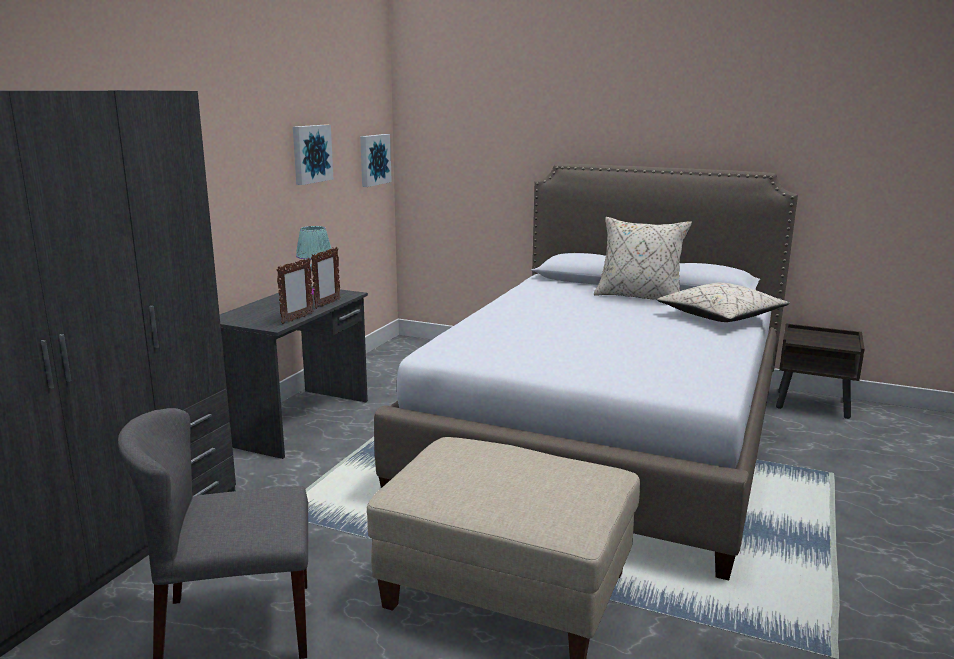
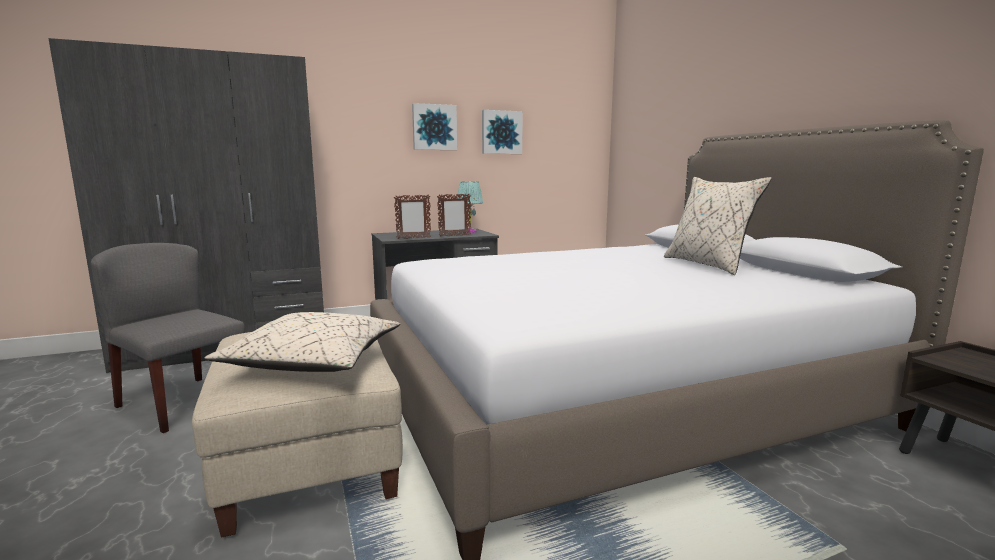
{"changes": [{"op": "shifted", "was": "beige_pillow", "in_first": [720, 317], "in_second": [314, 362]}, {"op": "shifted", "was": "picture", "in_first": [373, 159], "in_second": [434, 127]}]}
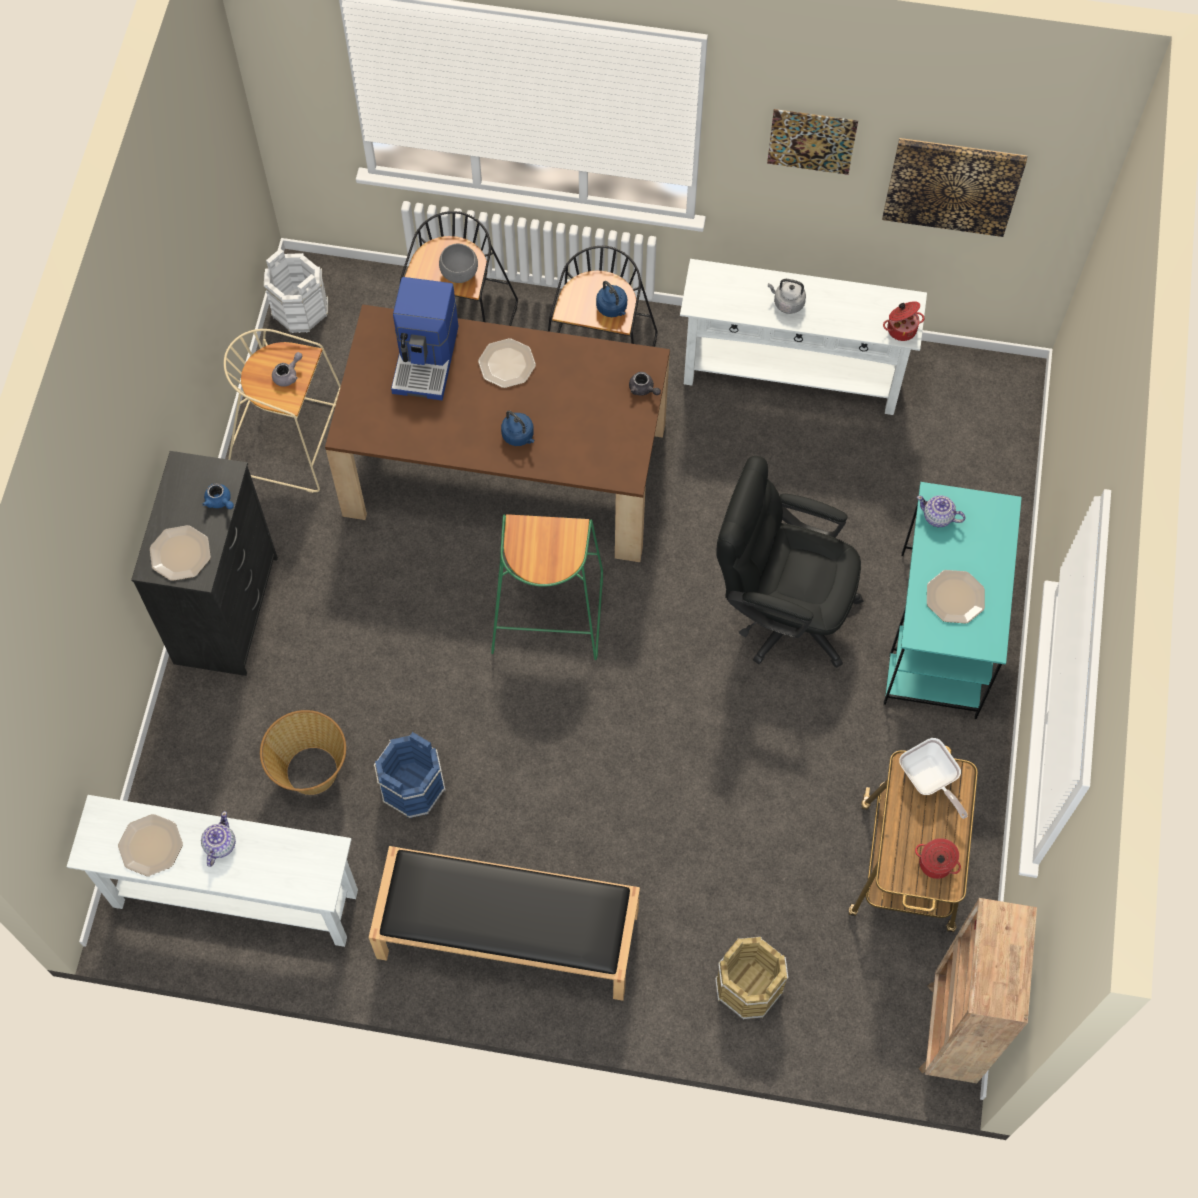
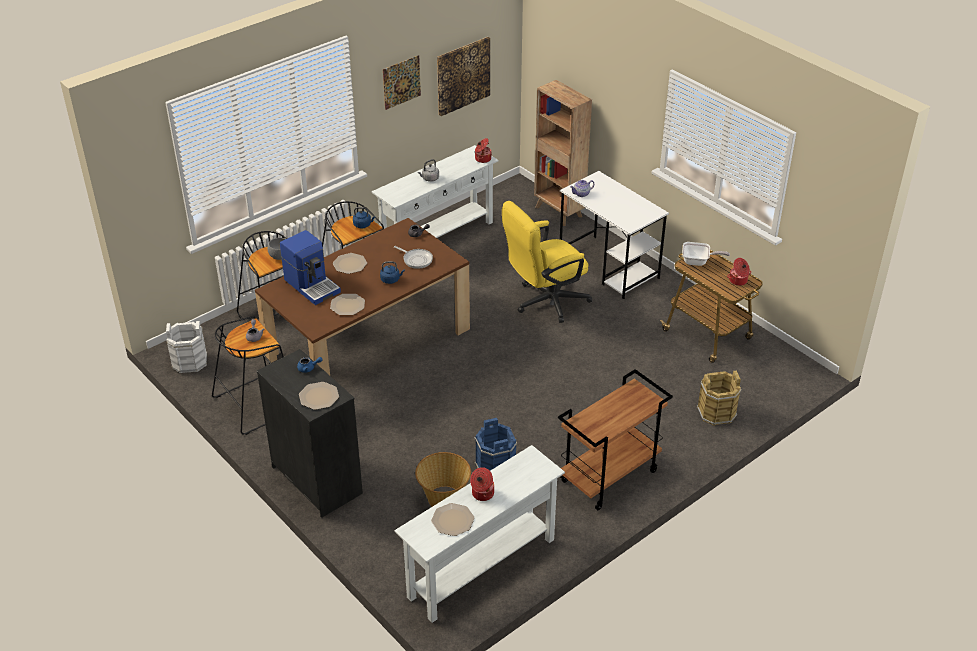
{"changes": [{"op": "repainted", "was": "beige_stool", "now": "black_stool", "in_first": [293, 440], "in_second": [256, 403]}, {"op": "shifted", "was": "plate", "in_first": [955, 597], "in_second": [348, 305]}, {"op": "new", "now": "frying_pan", "in_second": [416, 260]}, {"op": "swapped", "was": "teapot", "now": "cooking_pot", "in_first": [219, 845], "in_second": [482, 494]}, {"op": "repainted", "was": "black_office_chair", "now": "yellow_office_chair", "in_first": [781, 610], "in_second": [545, 302]}, {"op": "shifted", "was": "brown_bookcase", "in_first": [950, 1034], "in_second": [559, 212]}, {"op": "swapped", "was": "black_bench", "now": "brown_cart", "in_first": [506, 935], "in_second": [609, 477]}, {"op": "repainted", "was": "turquoise_desk", "now": "white_desk", "in_first": [938, 635], "in_second": [609, 267]}, {"op": "gone", "was": "green_stool", "in_first": [546, 611]}]}
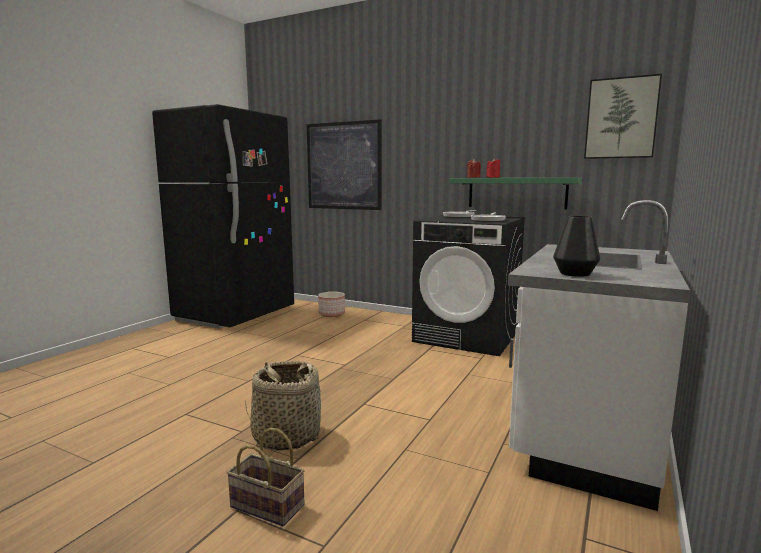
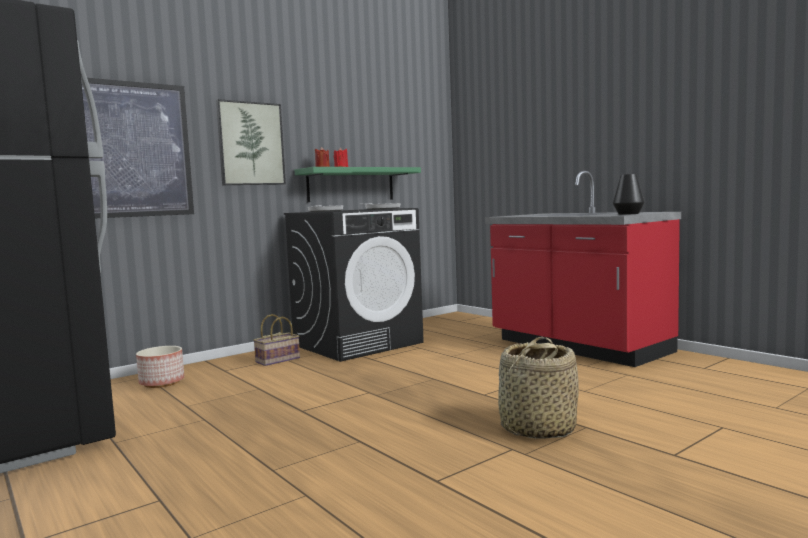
{"changes": [{"op": "shifted", "was": "picture", "in_first": [621, 118], "in_second": [251, 144]}, {"op": "shifted", "was": "basket", "in_first": [265, 506], "in_second": [277, 360]}, {"op": "repainted", "was": "white_counter", "now": "red_counter", "in_first": [584, 431], "in_second": [578, 346]}]}
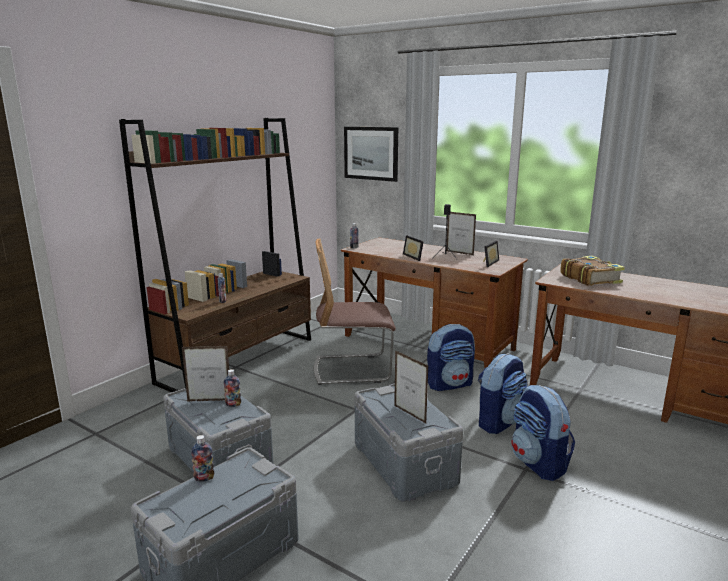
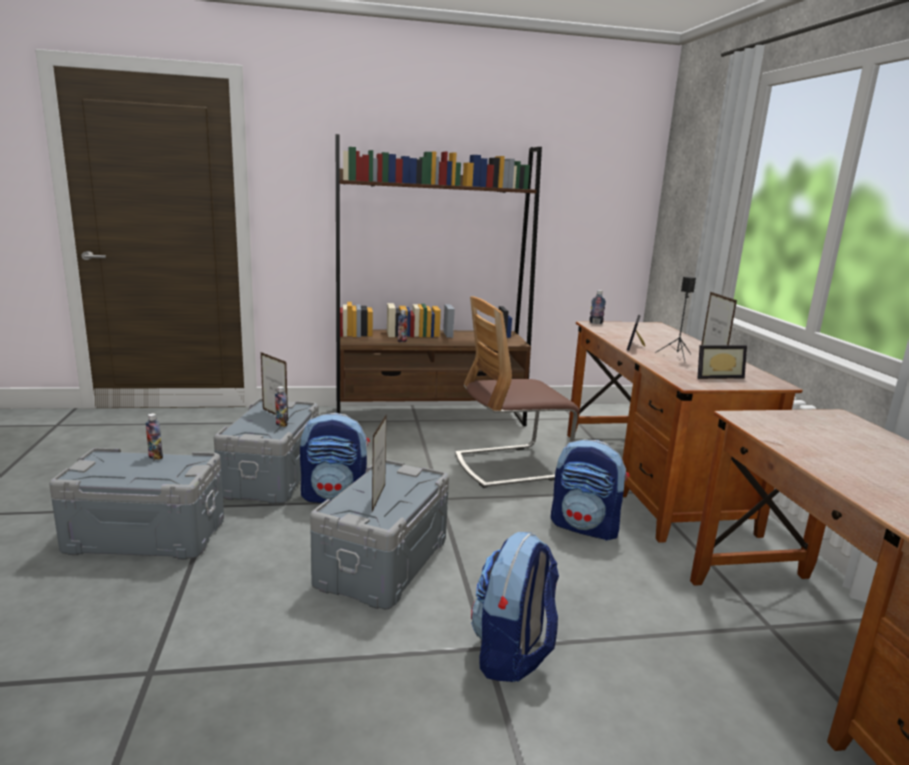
{"changes": [{"op": "shifted", "was": "backpack", "in_first": [499, 422], "in_second": [335, 497]}, {"op": "rotated", "was": "chair", "in_first": [352, 369], "in_second": [510, 466], "clockwise": -60}, {"op": "gone", "was": "picture", "in_first": [371, 153]}, {"op": "gone", "was": "book", "in_first": [590, 279]}]}
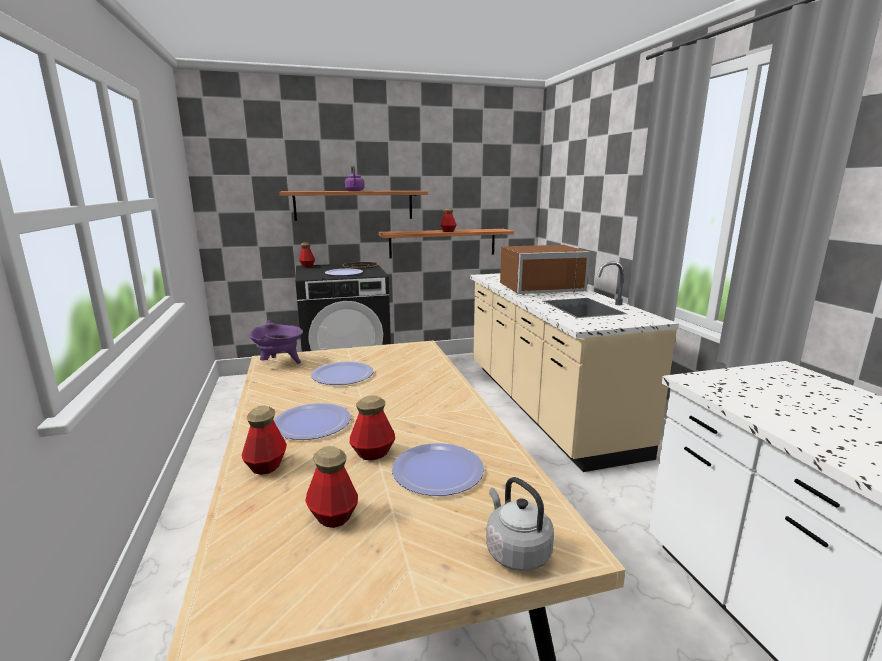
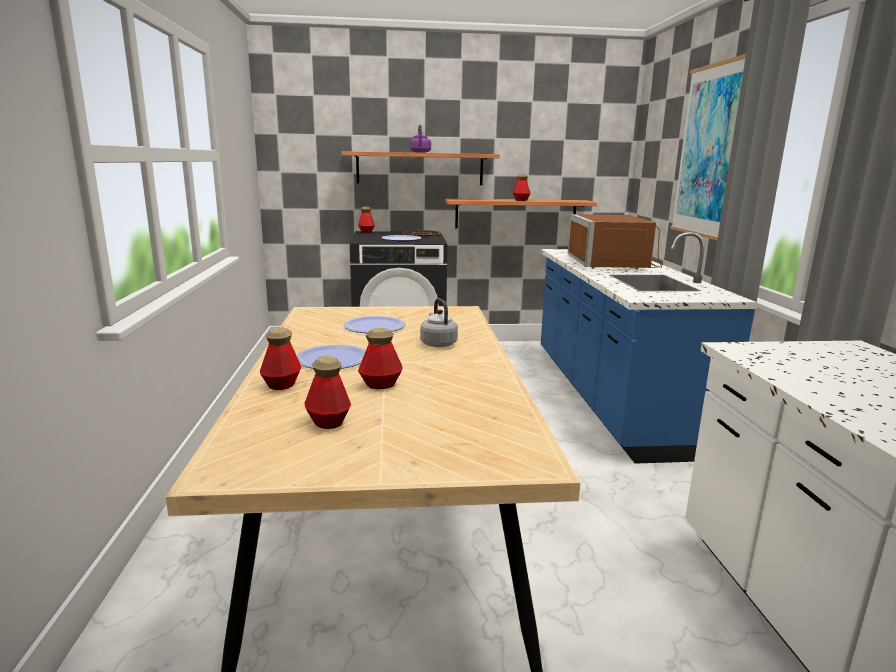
{"changes": [{"op": "shifted", "was": "grey_kettle", "in_first": [515, 551], "in_second": [438, 343]}, {"op": "repainted", "was": "beige_counter", "now": "blue_counter", "in_first": [545, 406], "in_second": [611, 398]}, {"op": "rotated", "was": "brown_microwave", "in_first": [539, 288], "in_second": [613, 263], "clockwise": 90}, {"op": "new", "now": "picture", "in_second": [709, 151]}, {"op": "gone", "was": "purple_cooking_pot", "in_first": [279, 363]}, {"op": "gone", "was": "plate", "in_first": [438, 471]}]}
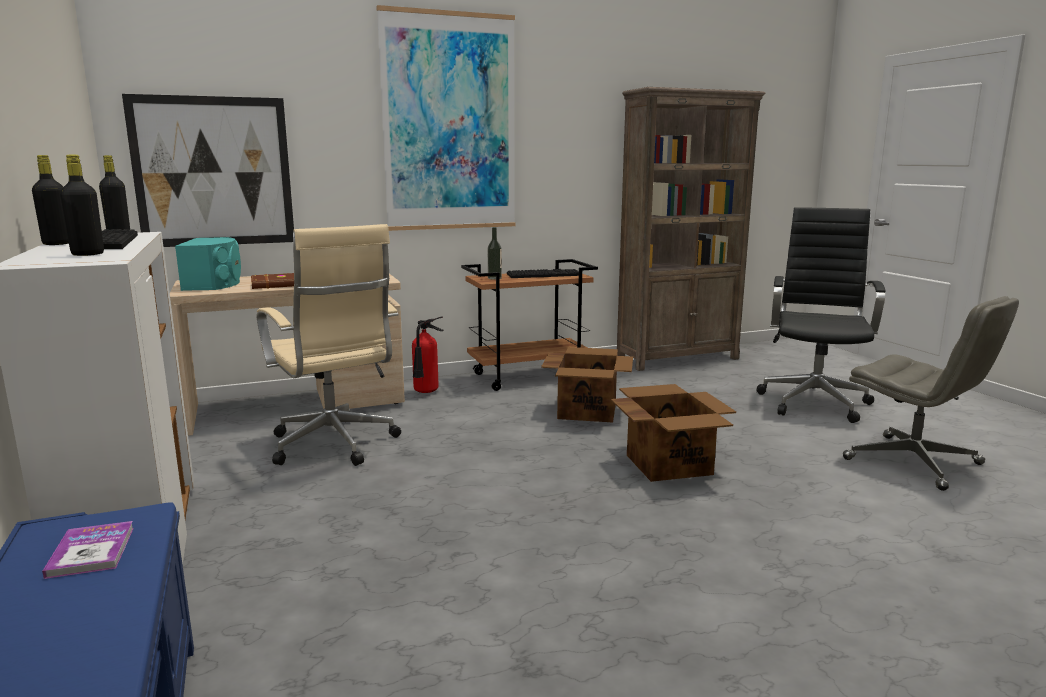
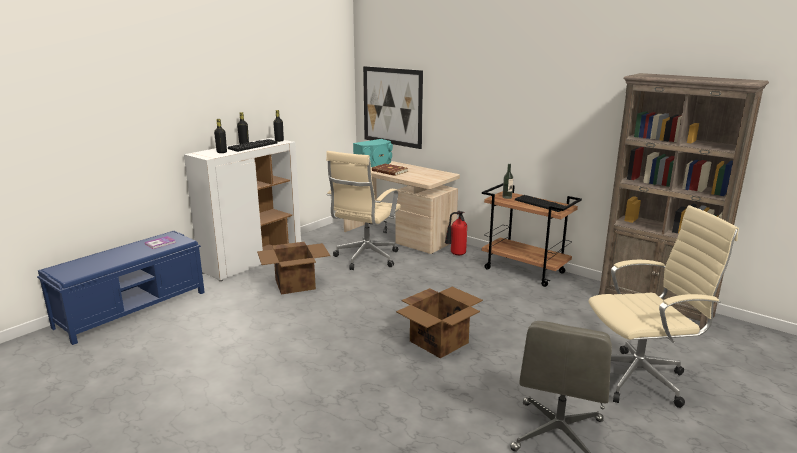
{"changes": [{"op": "shifted", "was": "cardboard_box", "in_first": [587, 411], "in_second": [296, 284]}, {"op": "repainted", "was": "black_office_chair", "now": "beige_office_chair", "in_first": [814, 402], "in_second": [641, 379]}, {"op": "gone", "was": "picture", "in_first": [449, 123]}]}
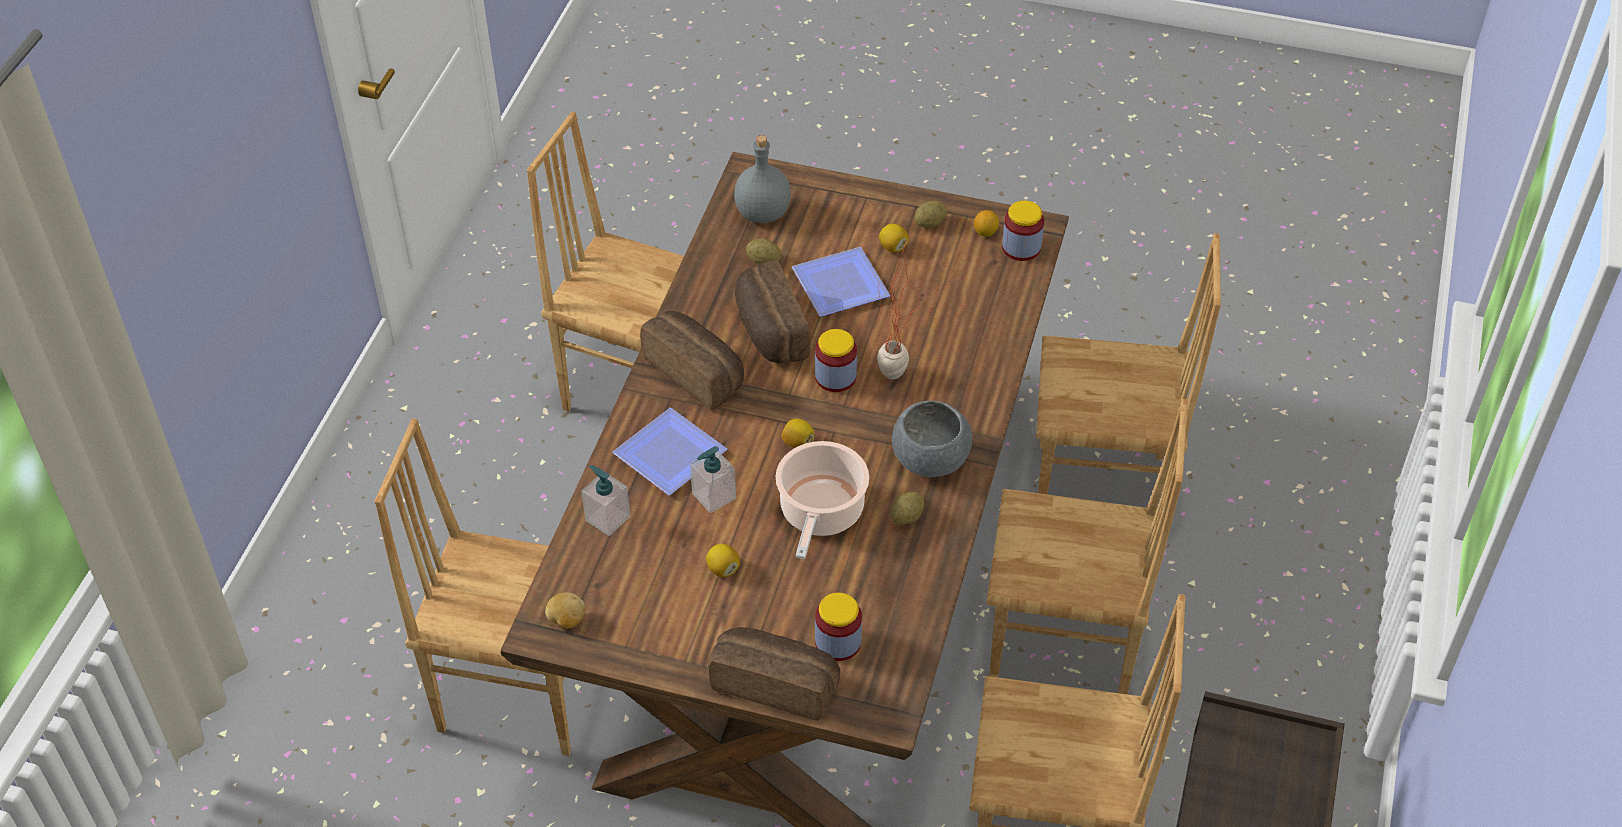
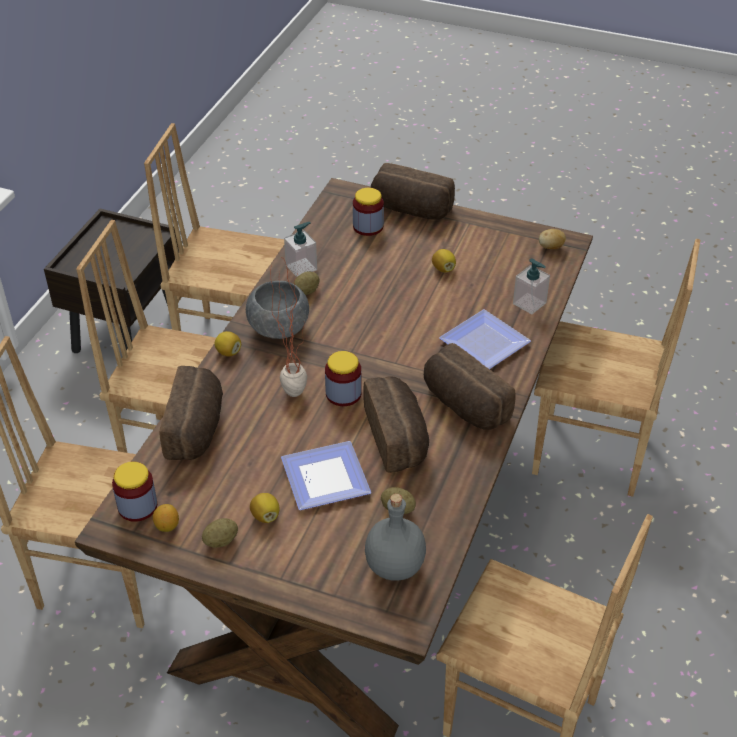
{"changes": [{"op": "new", "now": "bread", "in_second": [197, 429]}, {"op": "shifted", "was": "lemon", "in_first": [798, 443], "in_second": [228, 352]}, {"op": "shifted", "was": "soap_dispenser", "in_first": [713, 496], "in_second": [301, 267]}, {"op": "gone", "was": "cooking_pot", "in_first": [820, 513]}]}
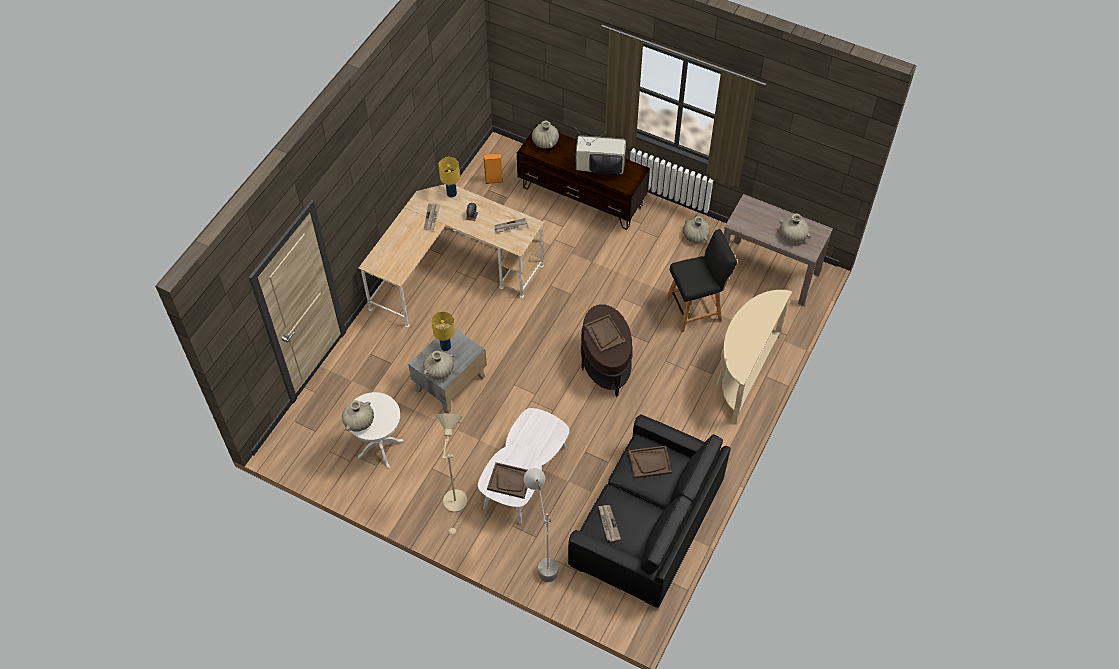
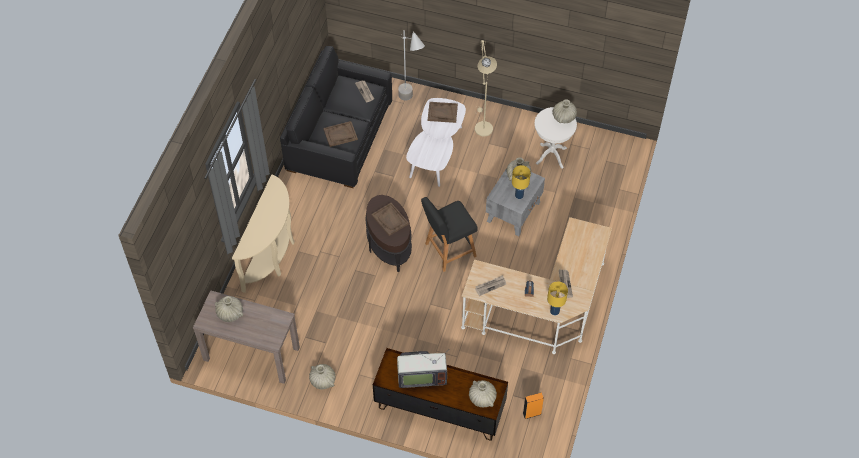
{"changes": [{"op": "shifted", "was": "black_stool", "in_first": [696, 309], "in_second": [448, 251]}]}
